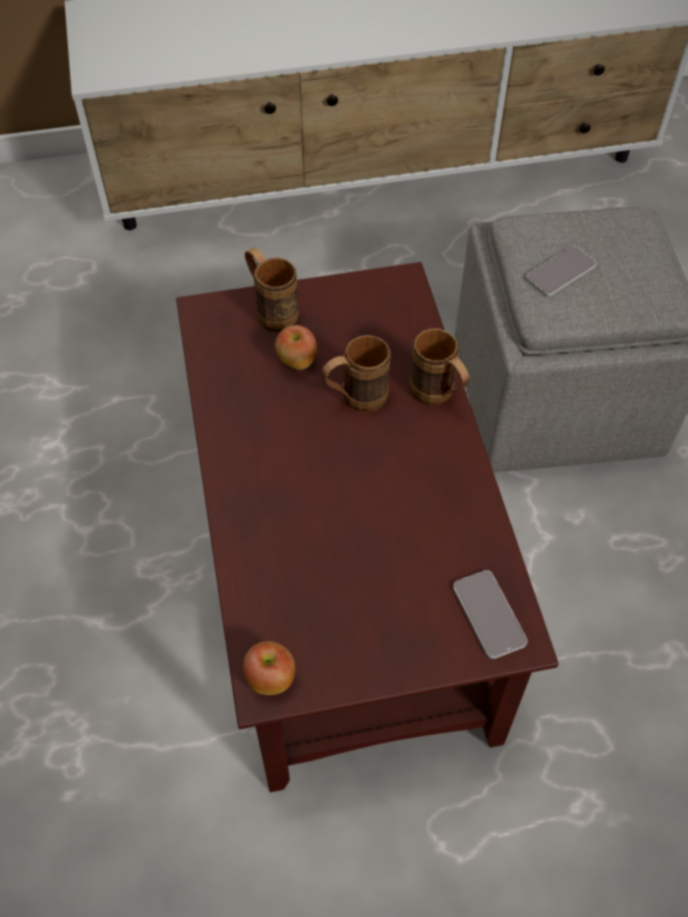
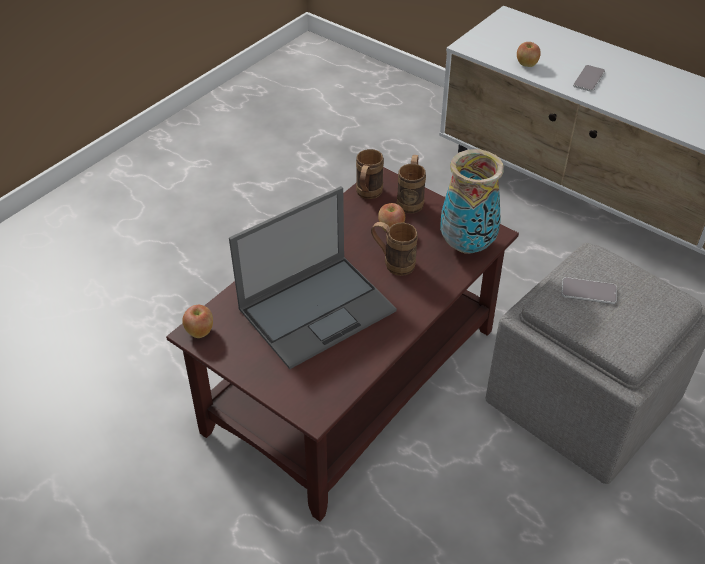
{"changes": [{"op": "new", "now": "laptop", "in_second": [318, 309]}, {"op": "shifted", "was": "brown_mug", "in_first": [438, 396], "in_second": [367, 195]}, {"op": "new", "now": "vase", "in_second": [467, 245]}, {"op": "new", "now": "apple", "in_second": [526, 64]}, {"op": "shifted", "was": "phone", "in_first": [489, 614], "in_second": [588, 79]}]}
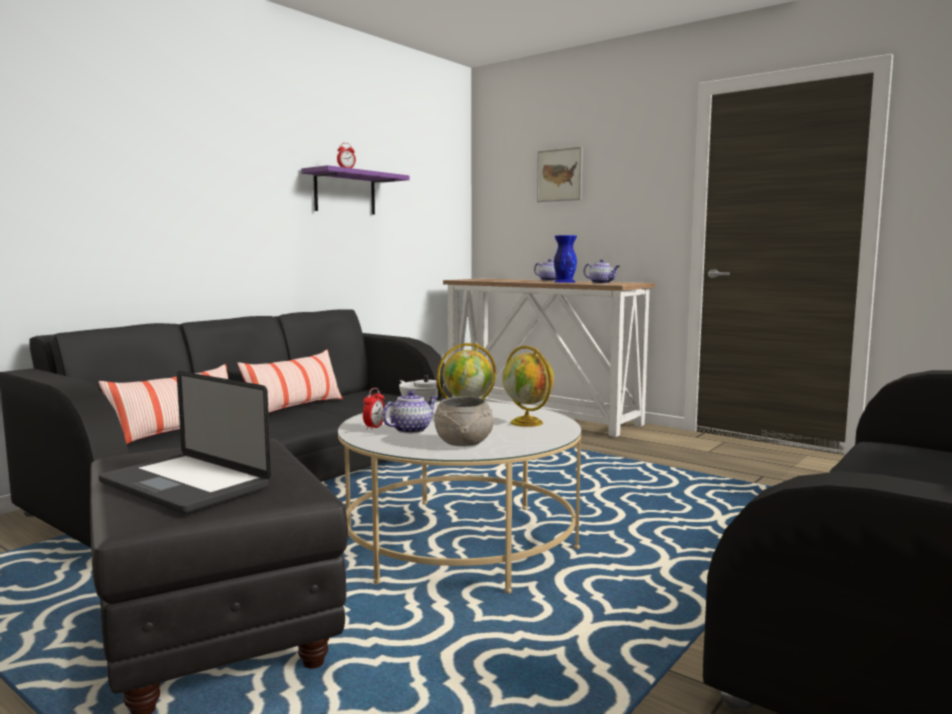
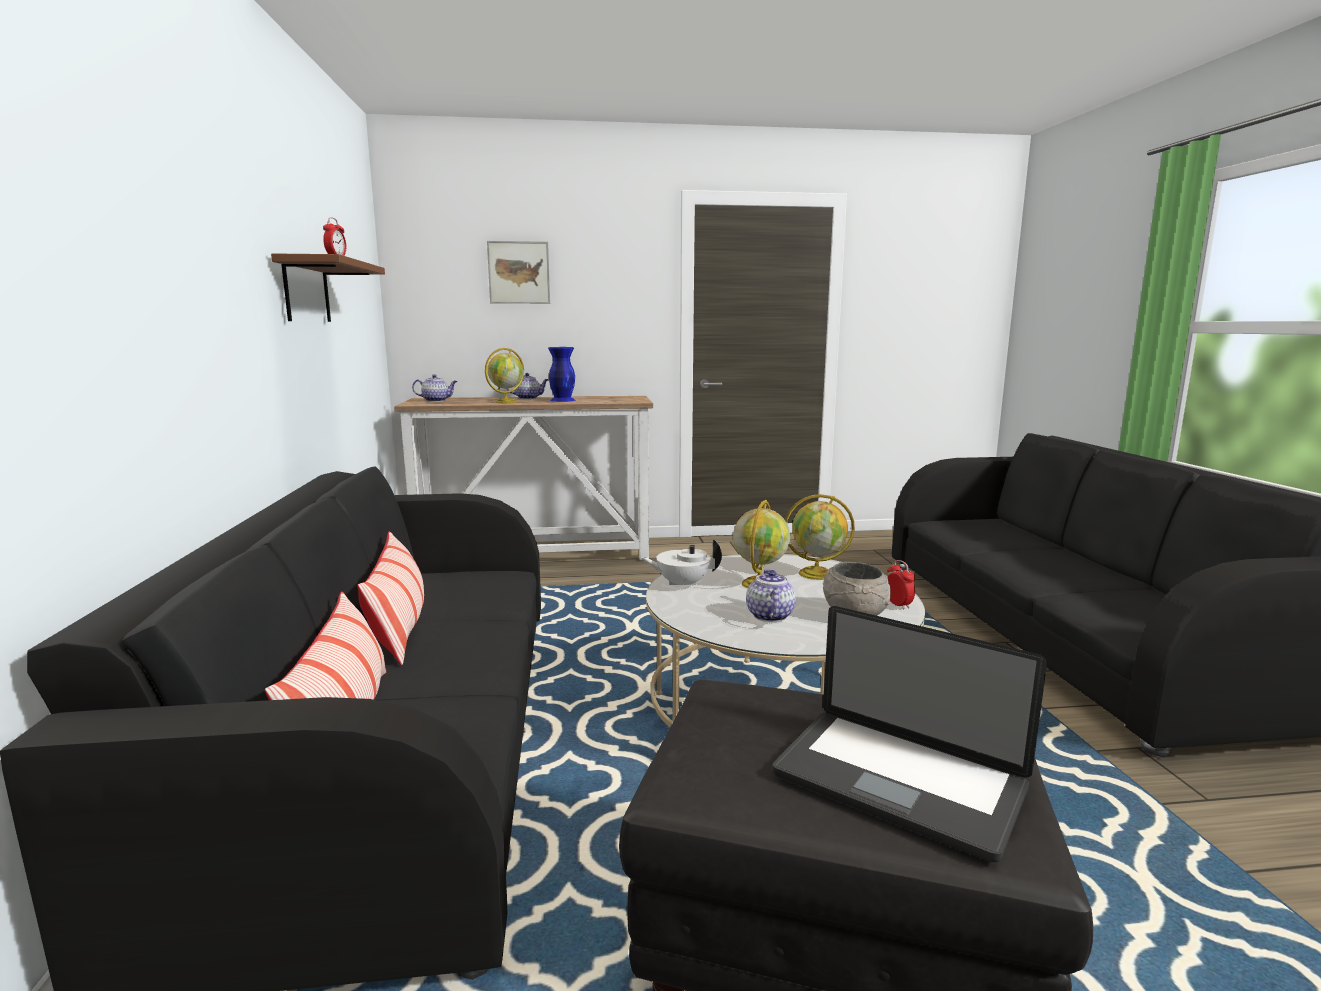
{"changes": [{"op": "repainted", "was": "purple_shelf", "now": "brown_shelf", "in_first": [345, 193], "in_second": [306, 291]}, {"op": "shifted", "was": "teapot", "in_first": [601, 283], "in_second": [436, 400]}, {"op": "new", "now": "globe", "in_second": [506, 402]}, {"op": "rotated", "was": "laptop", "in_first": [184, 485], "in_second": [898, 782], "clockwise": 45}, {"op": "shifted", "was": "alarm_clock", "in_first": [374, 427], "in_second": [898, 605]}]}
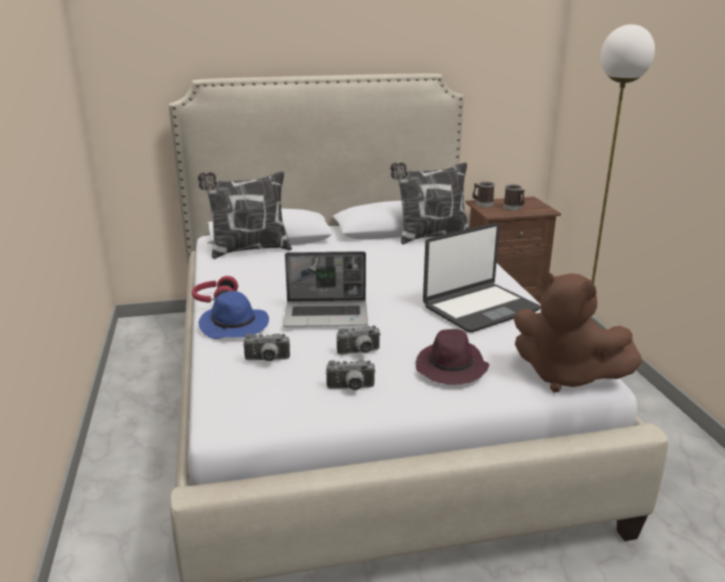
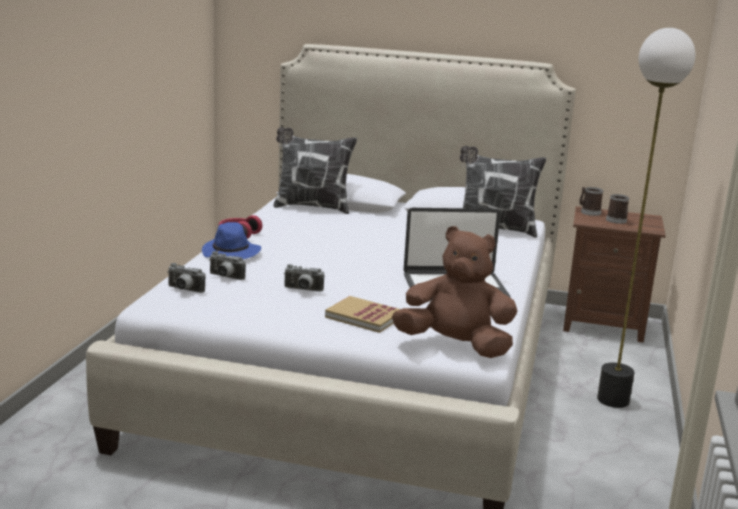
{"changes": [{"op": "shifted", "was": "photo_camera", "in_first": [351, 389], "in_second": [184, 290]}, {"op": "swapped", "was": "purple_hat", "now": "book", "in_first": [451, 368], "in_second": [364, 317]}, {"op": "rotated", "was": "brown_plush_toy", "in_first": [565, 376], "in_second": [455, 346], "clockwise": 135}, {"op": "gone", "was": "laptop", "in_first": [327, 315]}]}
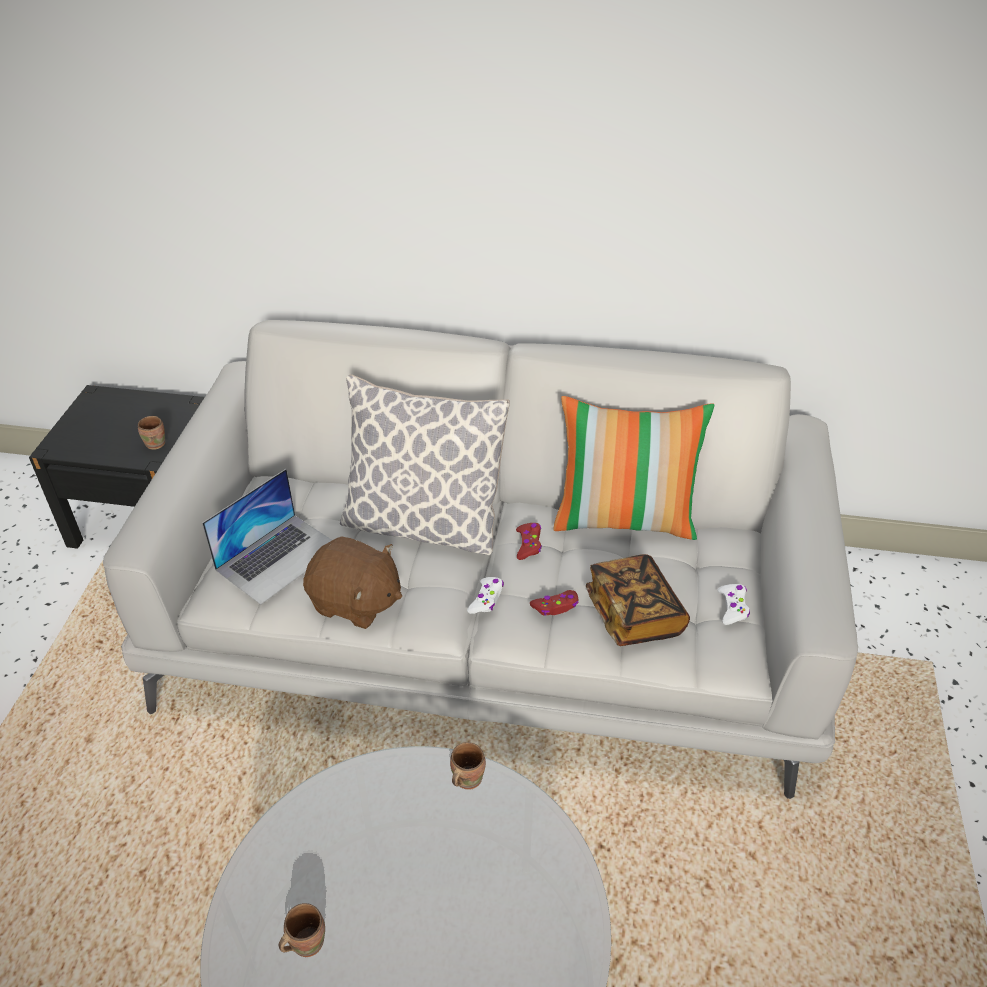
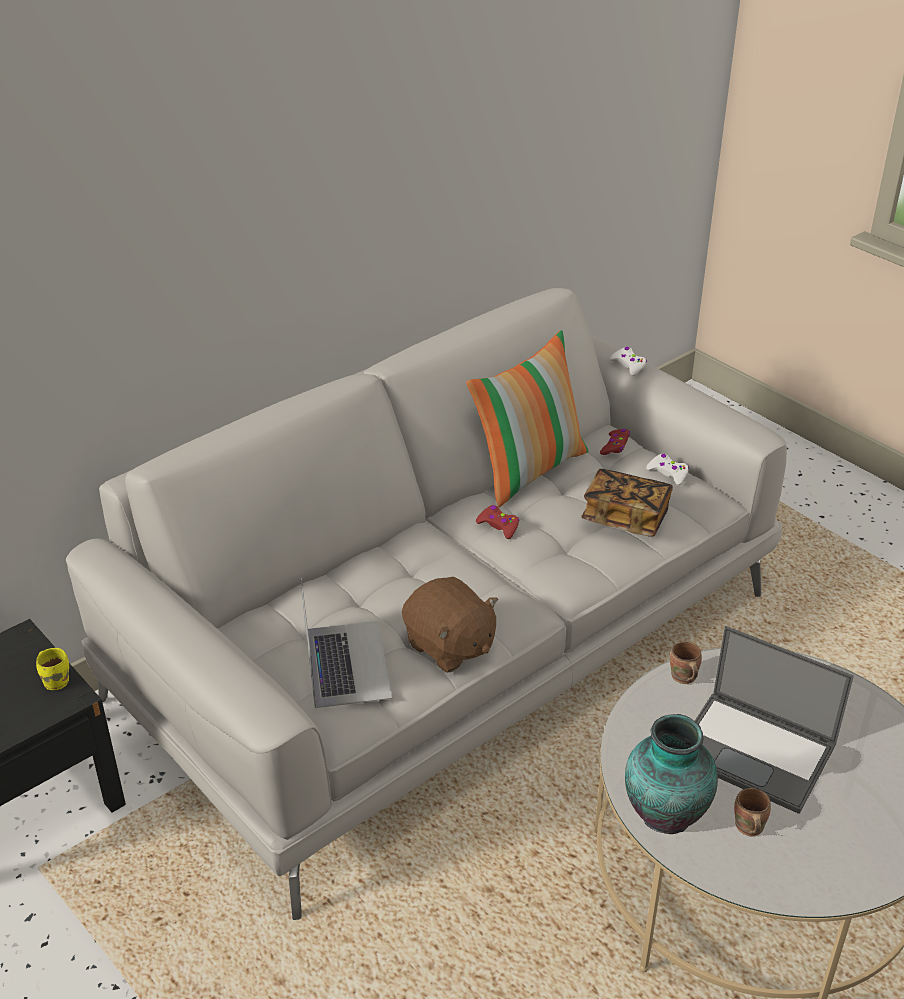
{"changes": [{"op": "repainted", "was": "brown_mug", "now": "yellow_mug", "in_first": [157, 443], "in_second": [57, 681]}, {"op": "rotated", "was": "brown_plush_toy", "in_first": [355, 602], "in_second": [449, 646], "clockwise": 75}, {"op": "shifted", "was": "red_game_controller", "in_first": [555, 606], "in_second": [615, 446]}, {"op": "shifted", "was": "white_game_controller", "in_first": [486, 599], "in_second": [628, 365]}, {"op": "new", "now": "vase", "in_second": [664, 813]}, {"op": "new", "now": "laptop", "in_second": [757, 751]}, {"op": "gone", "was": "pillow", "in_first": [423, 524]}]}
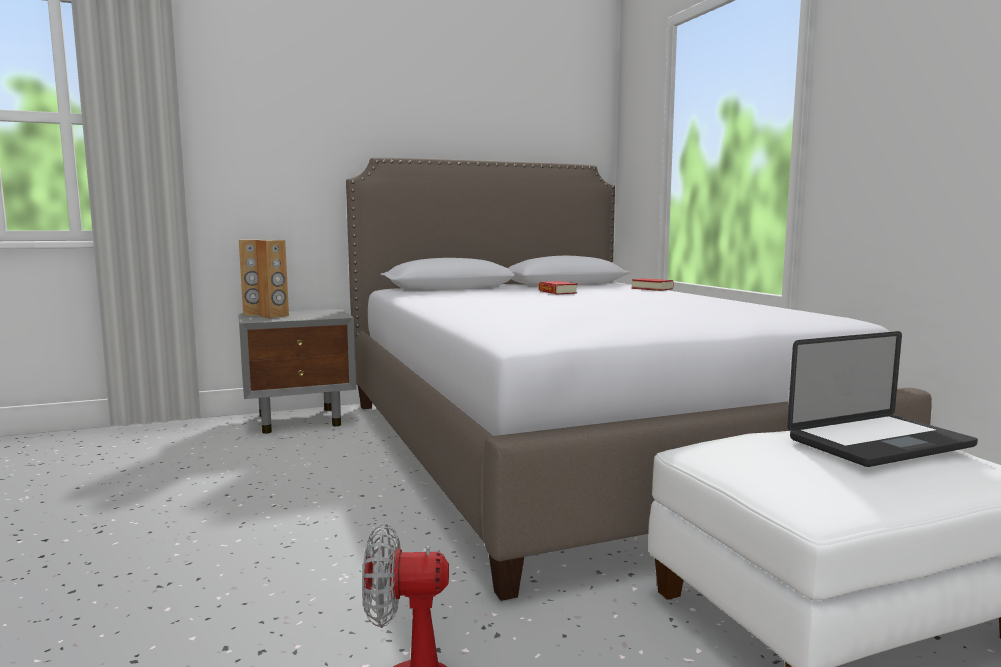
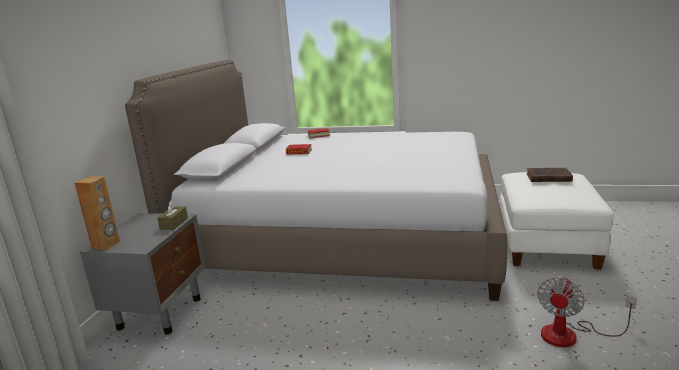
{"changes": [{"op": "new", "now": "brown_tissue_box", "in_second": [174, 223]}, {"op": "swapped", "was": "laptop", "now": "brown_book", "in_first": [880, 443], "in_second": [547, 178]}, {"op": "gone", "was": "brown_speaker", "in_first": [274, 316]}]}
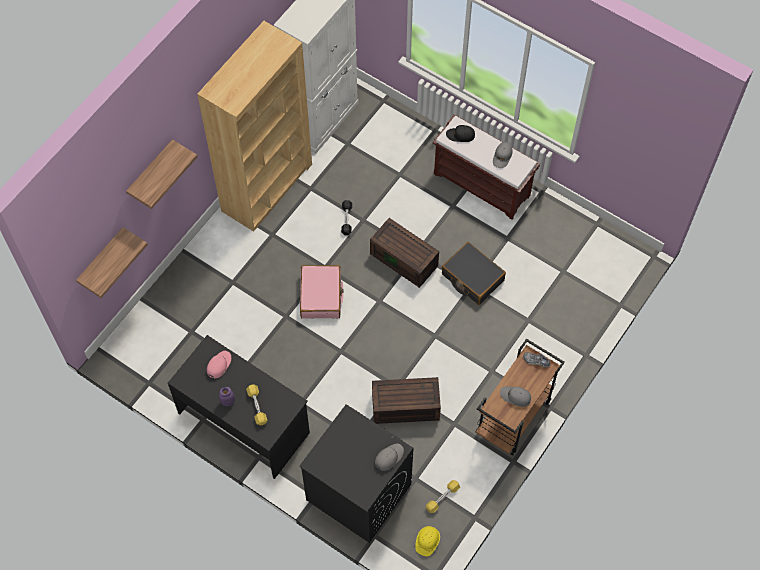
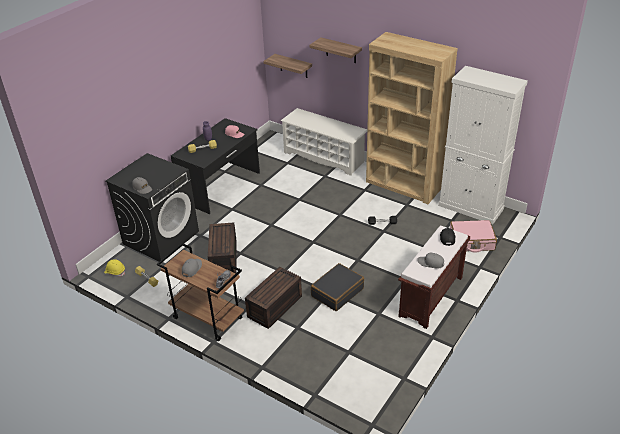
{"changes": [{"op": "shifted", "was": "brown_storage_box", "in_first": [405, 259], "in_second": [275, 307]}, {"op": "new", "now": "white_shoe_rack", "in_second": [324, 157]}, {"op": "shifted", "was": "pink_suitcase", "in_first": [321, 296], "in_second": [471, 241]}]}
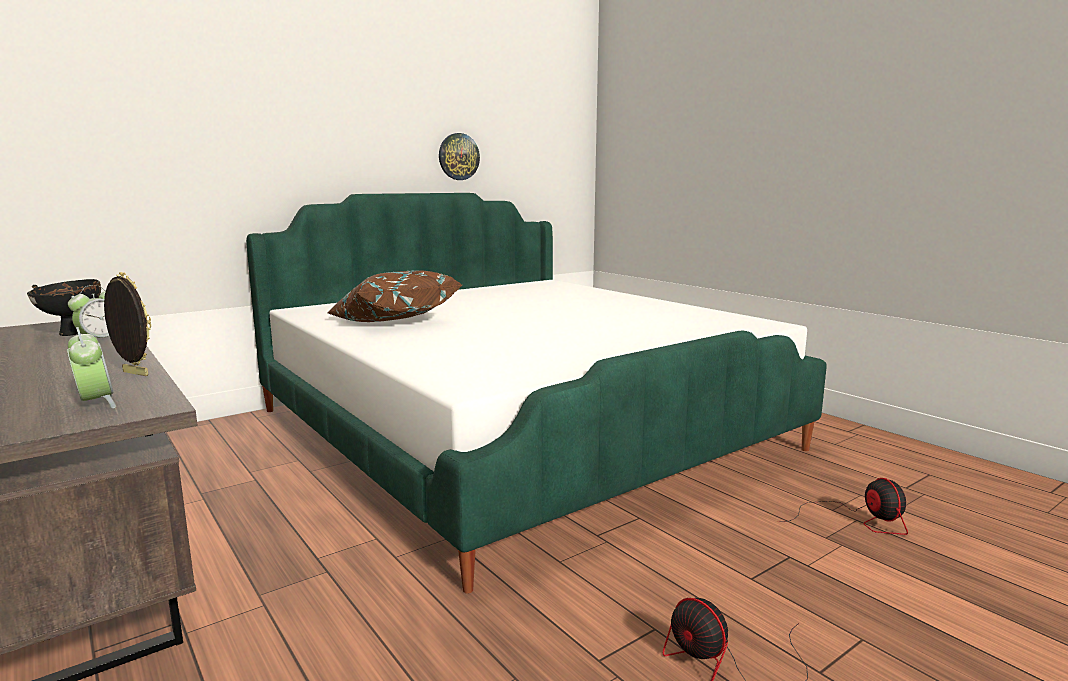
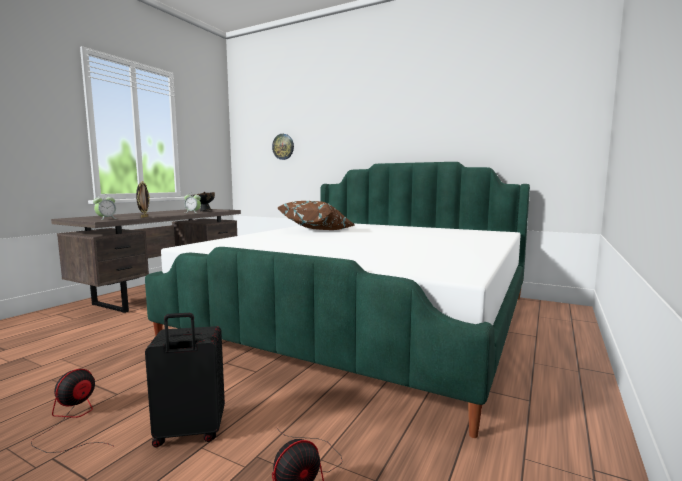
{"changes": [{"op": "new", "now": "black_suitcase", "in_second": [189, 433]}, {"op": "shifted", "was": "wall_clock", "in_first": [458, 156], "in_second": [283, 146]}]}
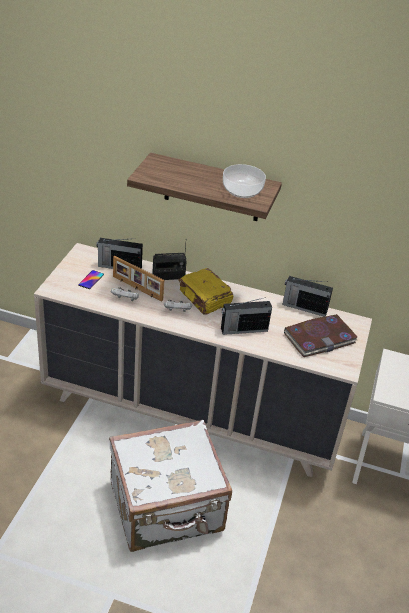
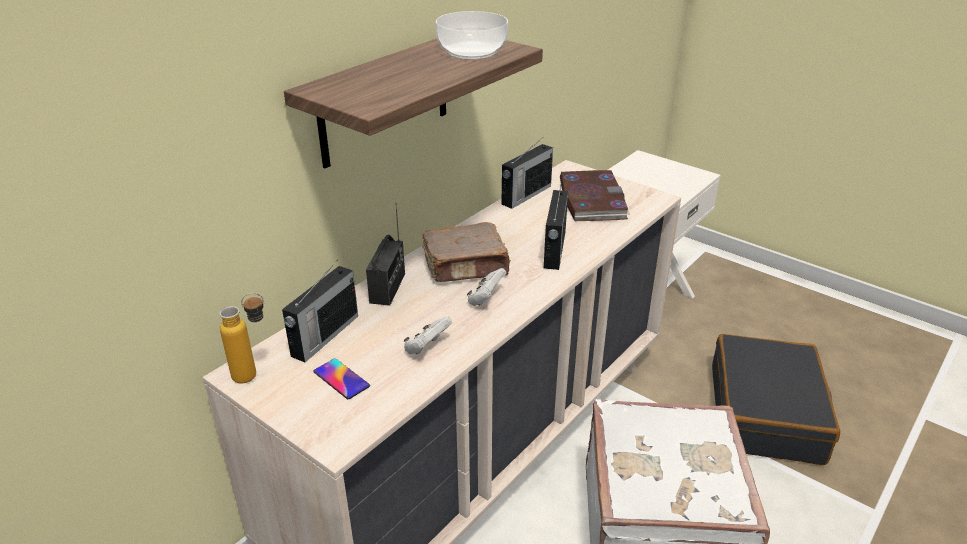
{"changes": [{"op": "new", "now": "bottle", "in_second": [255, 375]}, {"op": "repainted", "was": "yellow_book", "now": "brown_book", "in_first": [205, 299], "in_second": [467, 266]}, {"op": "new", "now": "black_suitcase", "in_second": [766, 413]}, {"op": "gone", "was": "picture_frame", "in_first": [137, 288]}]}
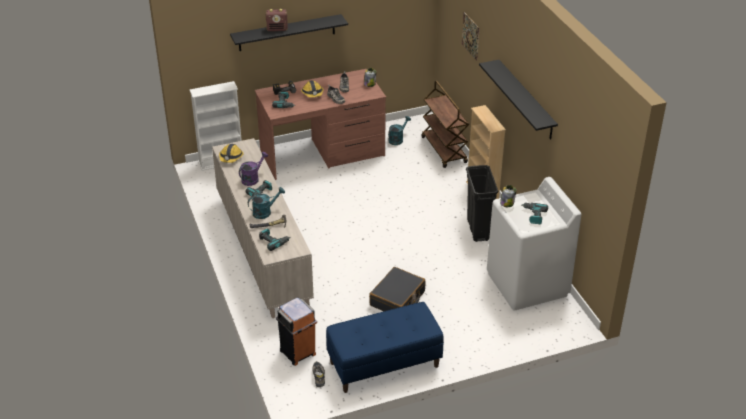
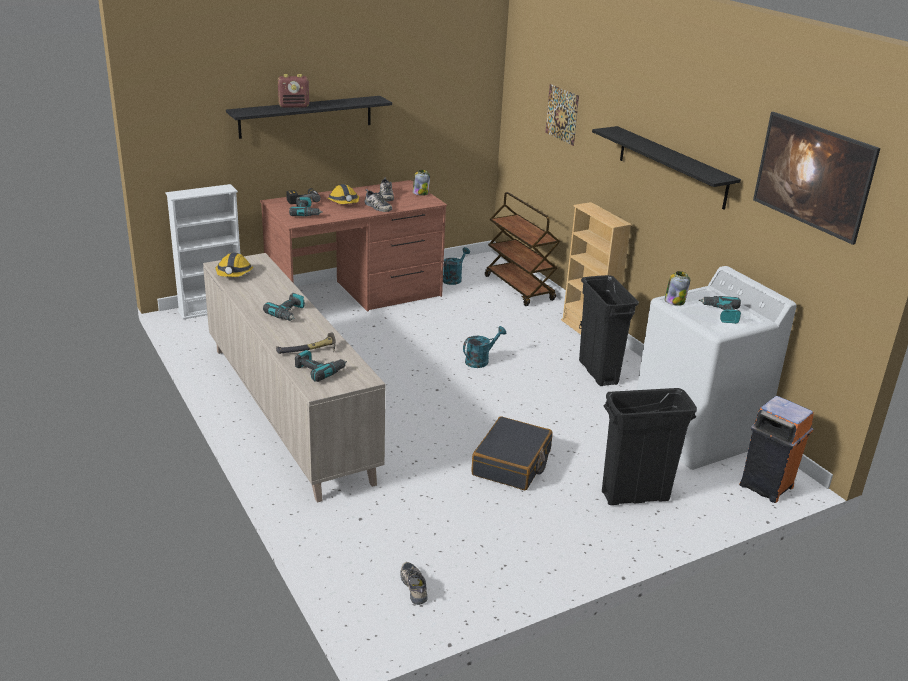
{"changes": [{"op": "shifted", "was": "turquoise_watering_can", "in_first": [265, 212], "in_second": [480, 360]}, {"op": "new", "now": "black_trash_can", "in_second": [634, 496]}, {"op": "shifted", "was": "orange_trash_can", "in_first": [298, 353], "in_second": [767, 486]}, {"op": "new", "now": "picture", "in_second": [807, 198]}, {"op": "gone", "was": "purple_watering_can", "in_first": [252, 178]}, {"op": "gone", "was": "blue_bench", "in_first": [384, 365]}]}
